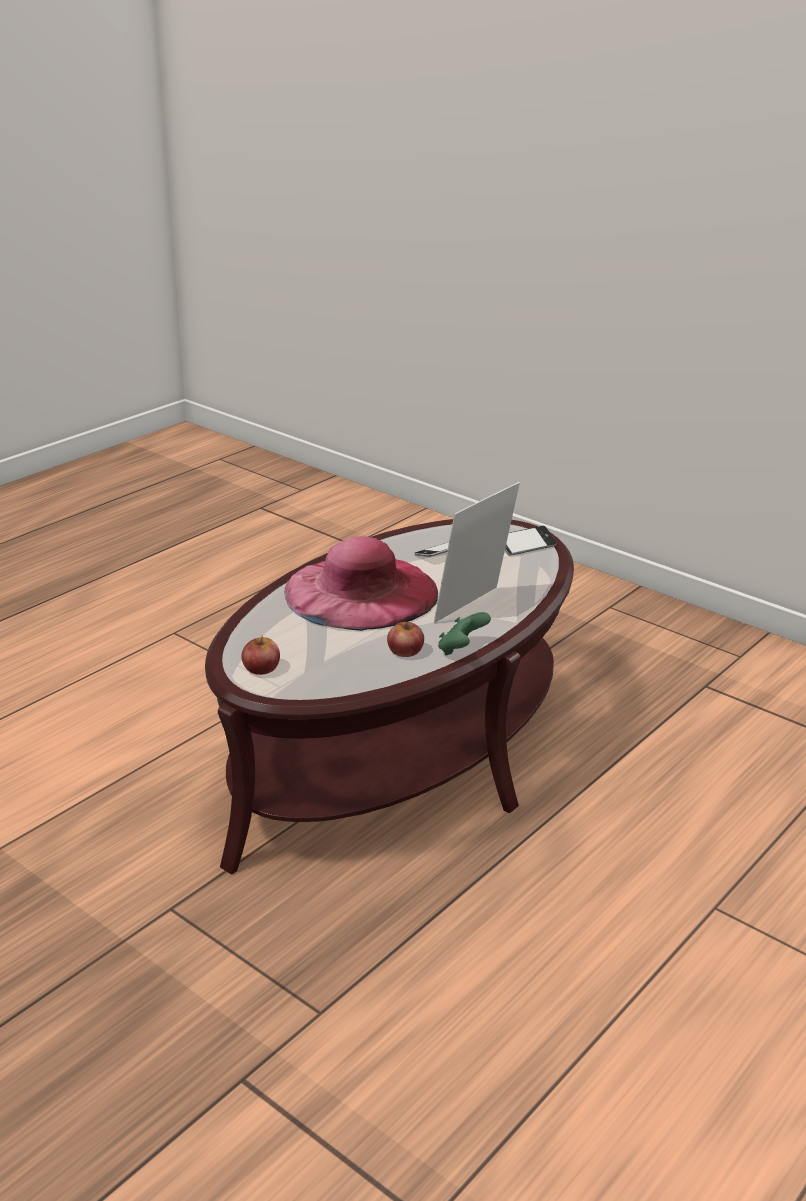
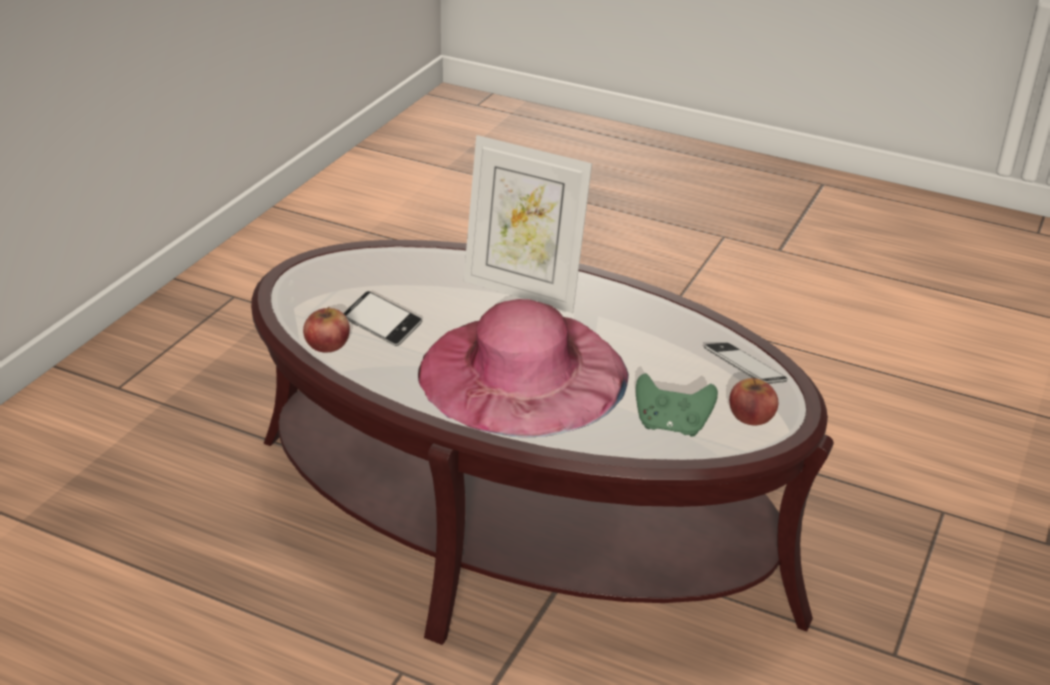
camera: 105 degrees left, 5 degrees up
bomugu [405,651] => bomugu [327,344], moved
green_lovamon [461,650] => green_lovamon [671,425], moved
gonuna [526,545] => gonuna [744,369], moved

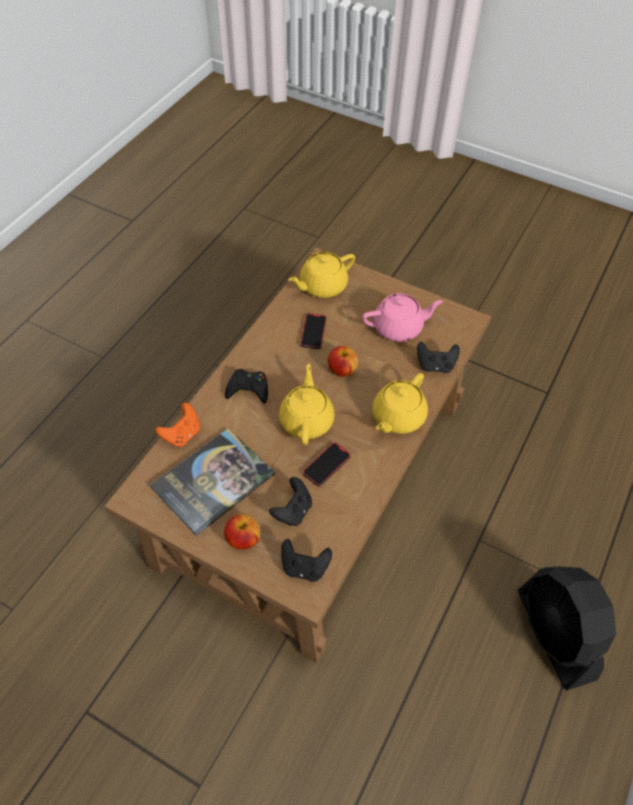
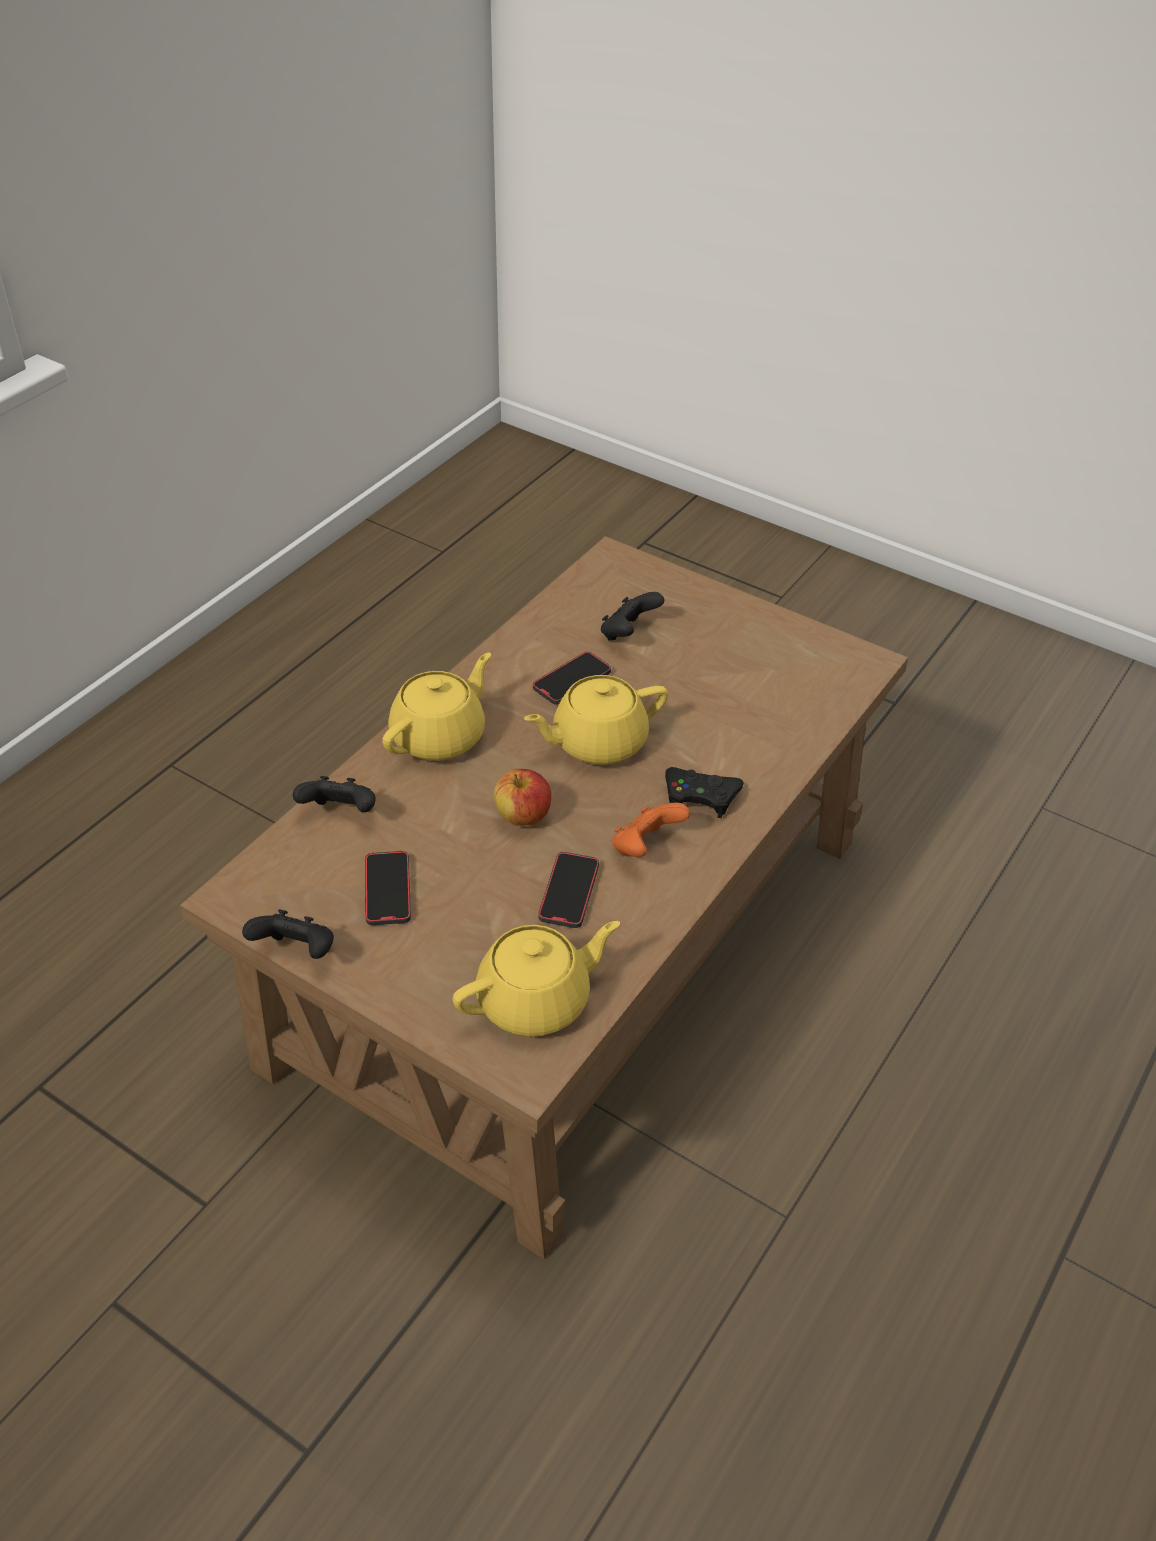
camera: 175 degrees left, 10 degrees down
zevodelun [213,481] => nothing
bomugu [243,539] => nothing
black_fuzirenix [555,635] => nothing
orange_lovamon [182,434] => orange_lovamon [645,847], moved
black_lovamon [304,567] => black_lovamon [296,952], moved
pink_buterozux [399,328] => gonuna [388,890]
yellow_buterozux [307,420] => yellow_buterozux [597,742], 60 degrees clockwise

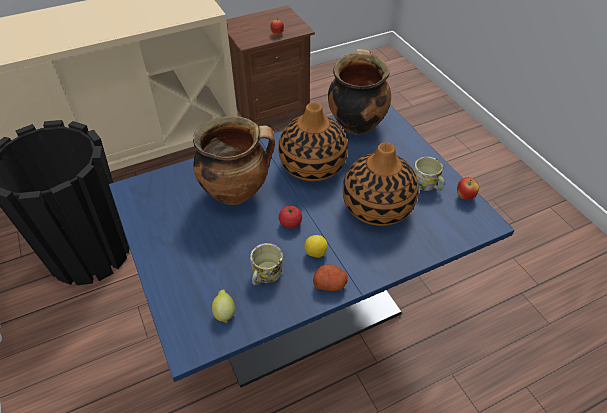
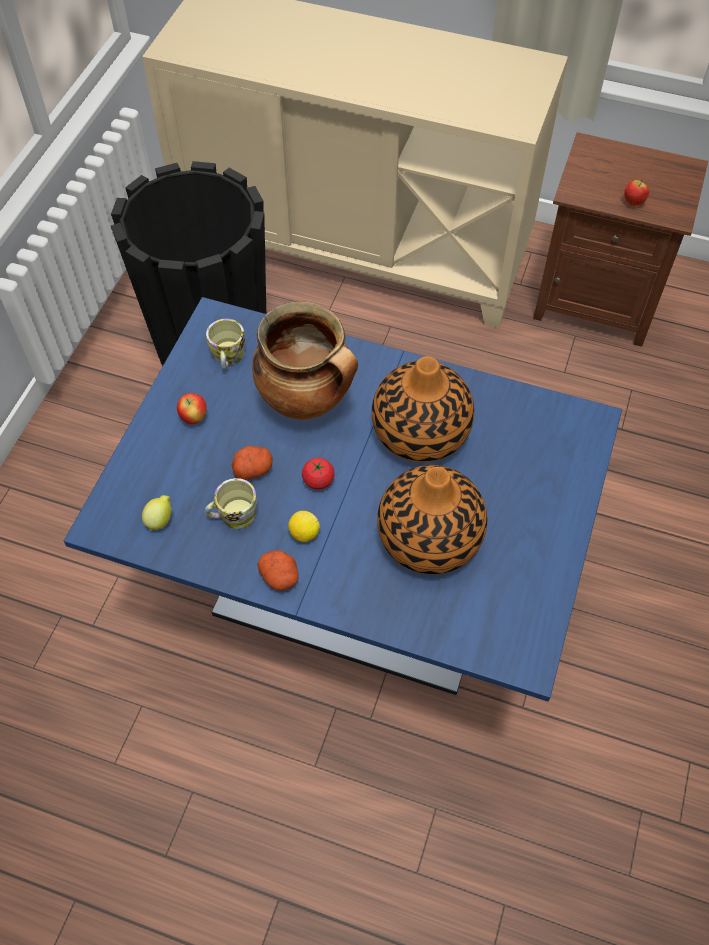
camera: 45 degrees right, 10 degrees up
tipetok [356,123] => nothing
nothing => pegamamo [253,469]
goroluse [427,185] => goroluse [227,357], moved
bomugu [465,196] => bomugu [194,418], moved

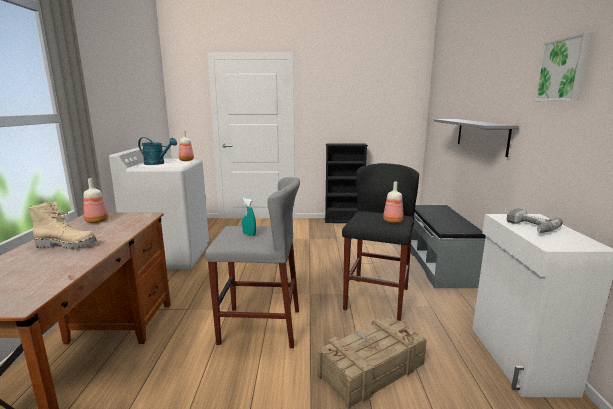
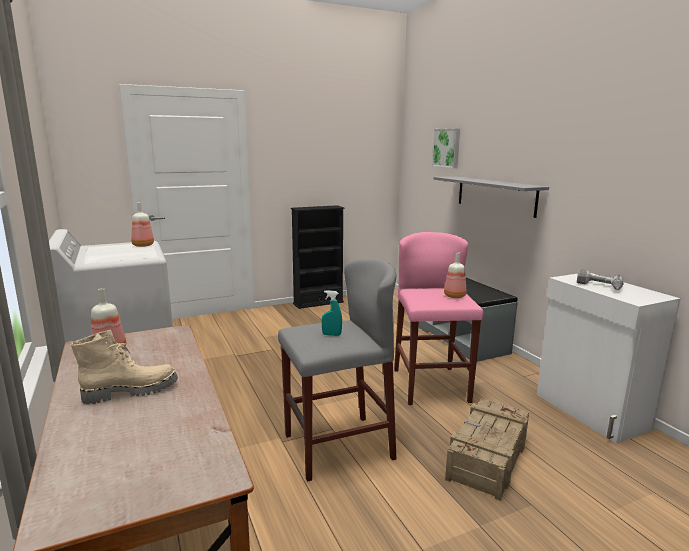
camera: 25 degrees left, 0 degrees up
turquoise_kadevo [157,163] => nothing
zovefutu [563,70] => zovefutu [447,148], moved
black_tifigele [376,298] => pink_tifigele [431,385]

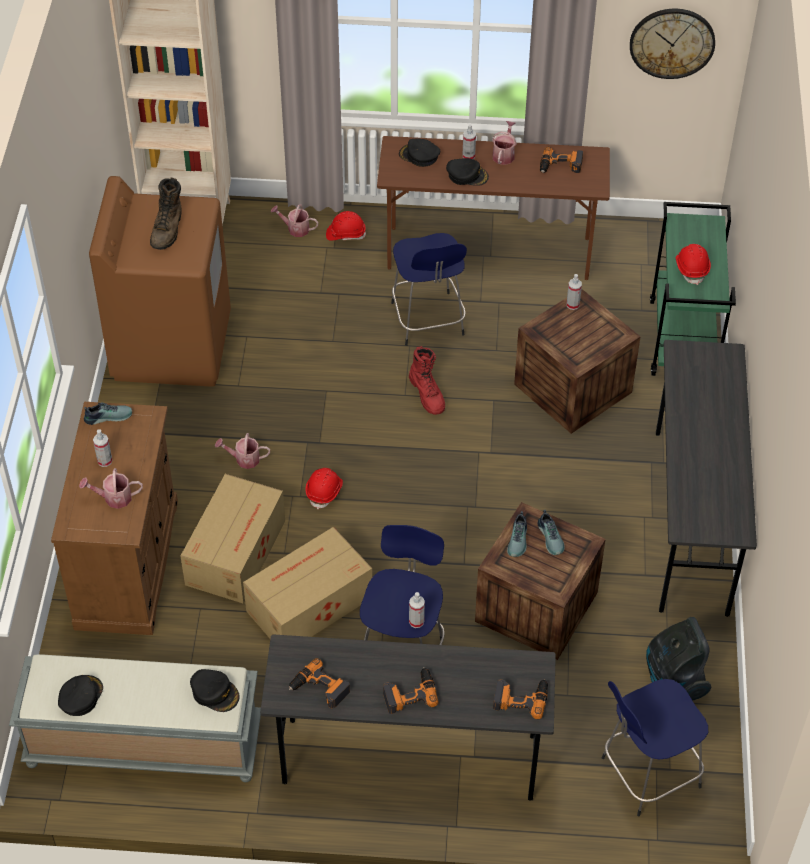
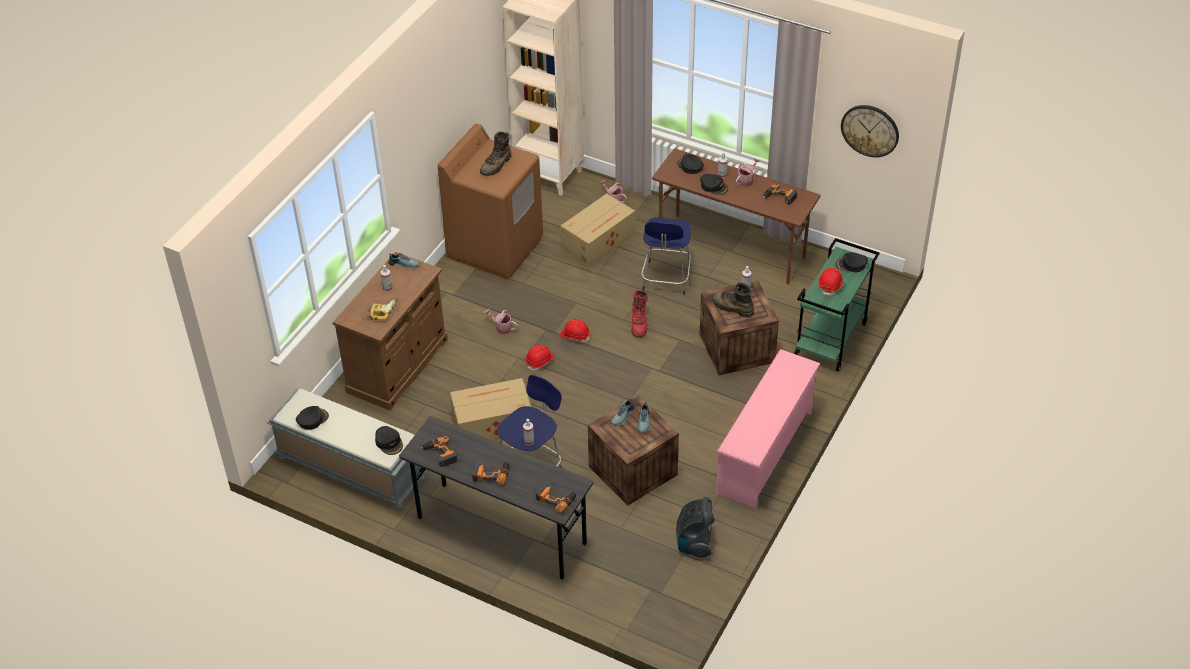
camera: 25 degrees right, 5 degrees down
blue_tifigele [647,774] => nothing
nothing => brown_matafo [732,308]
nothing => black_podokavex [851,265]
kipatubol [237,551] => kipatubol [599,241], moved
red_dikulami [345,234] => red_dikulami [575,335], moved
kadevo [114,498] => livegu [380,310]
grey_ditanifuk [691,522] => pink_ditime [766,453]

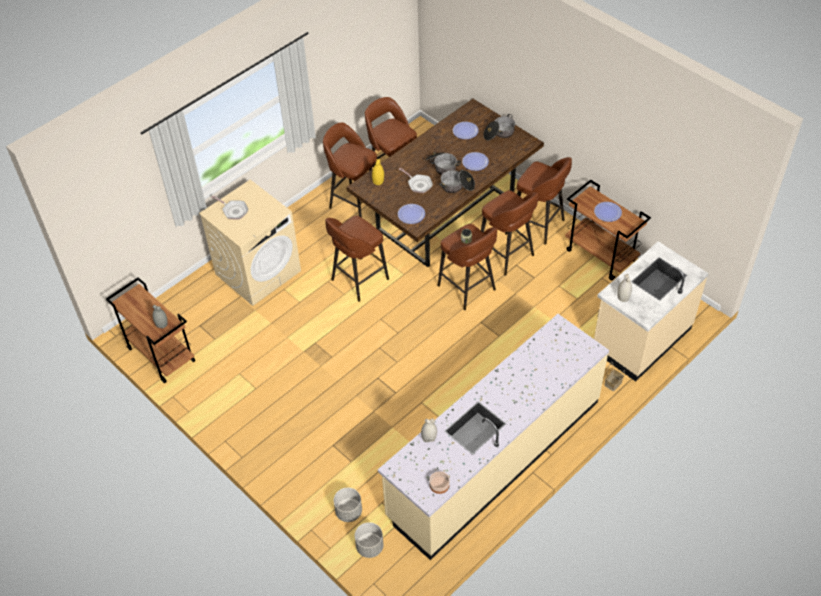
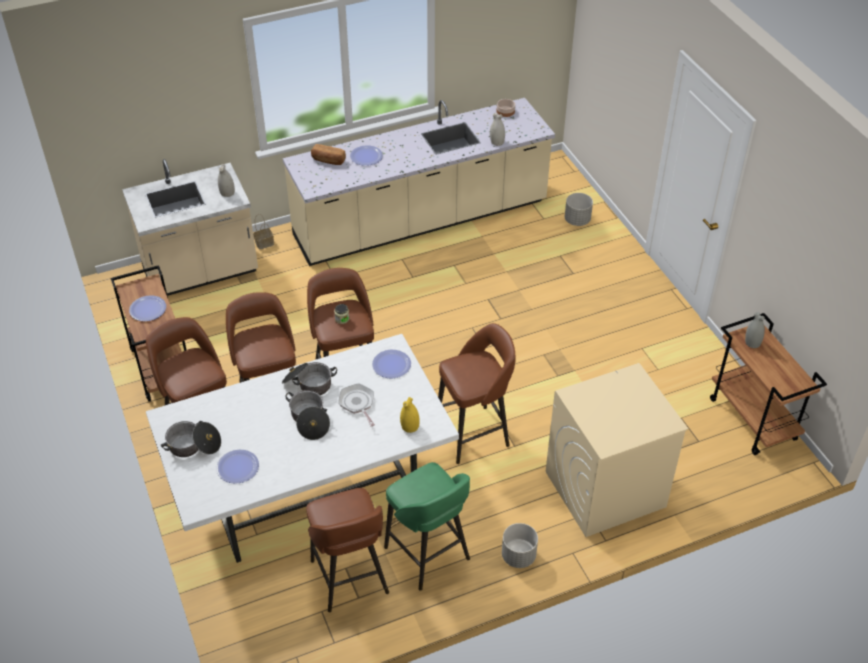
camera: 160 degrees left, 5 degrees down
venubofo [234,210] => nothing
nothing => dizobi [328,160]
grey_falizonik [369,546] => grey_falizonik [518,556], moved
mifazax [475,162] => mifazax [366,156], moved
brown_tifigele [354,202] => green_tifigele [428,555]
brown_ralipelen [446,214] => white_ralipelen [308,489]

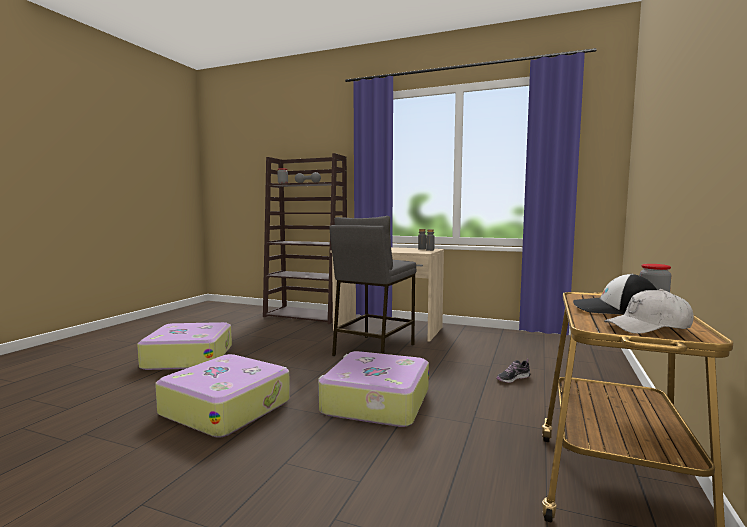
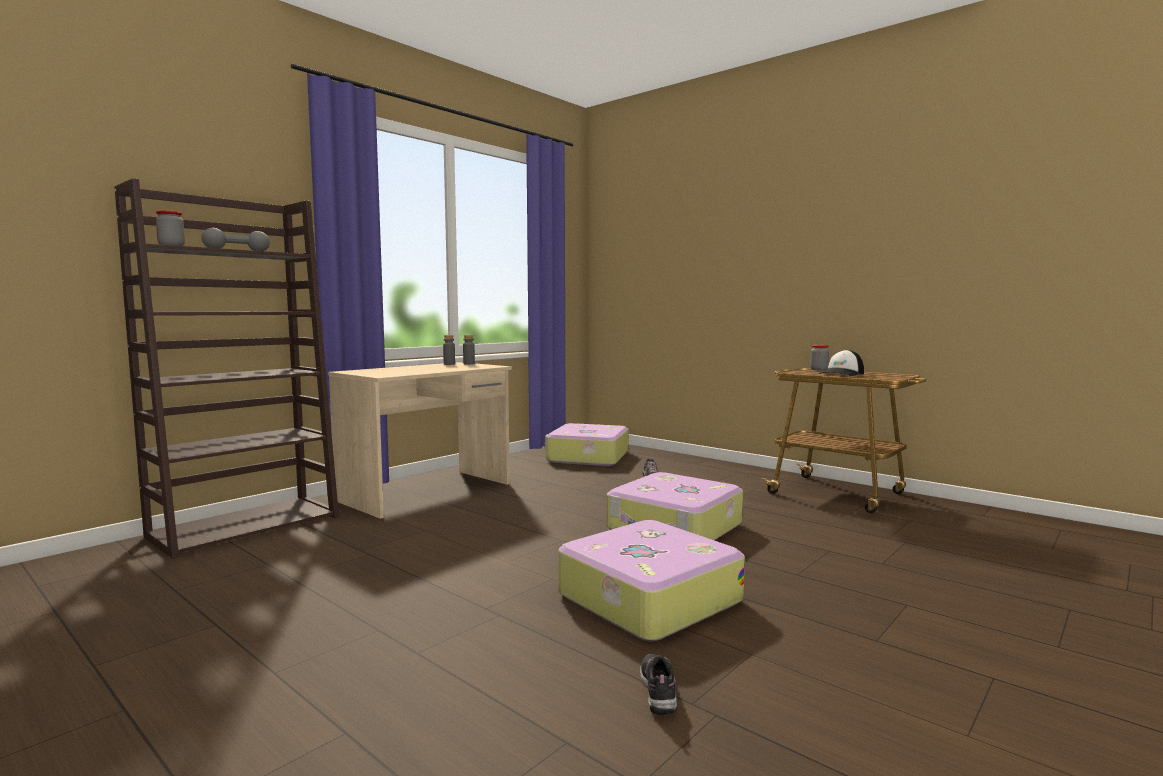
camera: 70 degrees left, 0 degrees up
grey_tifigele [373,350] => nothing
white_podokavex [648,327] => nothing
nothing => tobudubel [658,690]
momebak [188,357] => momebak [587,457], moved

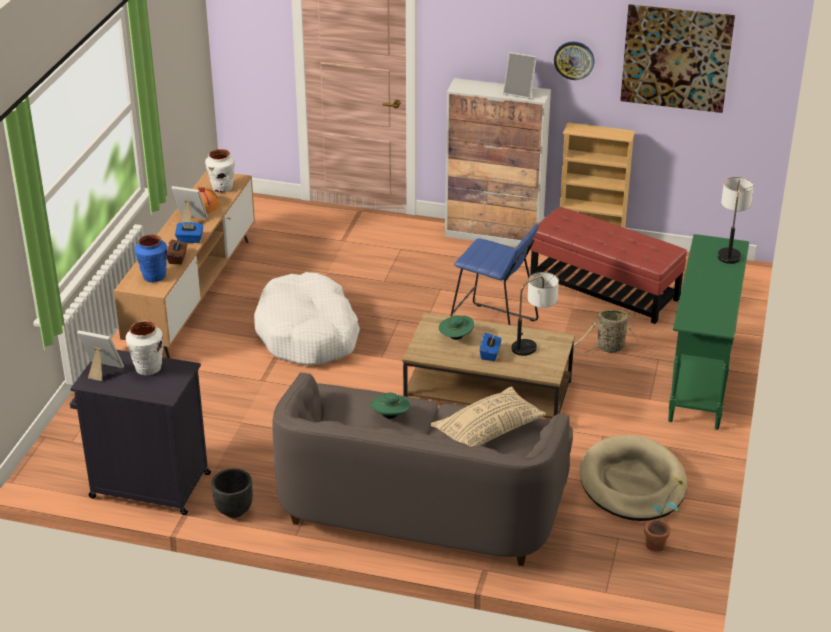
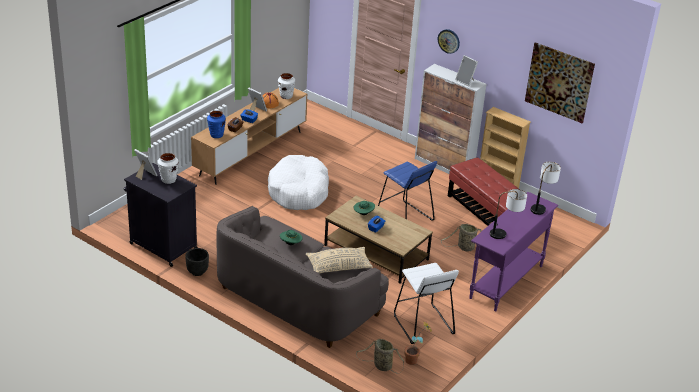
camera: 20 degrees right, 0 degrees up
nothing => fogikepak [381,366]
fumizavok [533,343] => fumizavok [505,233], moved
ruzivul [574,60] => ruzivul [449,41], moved
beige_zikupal [632,483] => white_tifigele [422,325]
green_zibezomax [700,381] => purple_zibezomax [505,282]

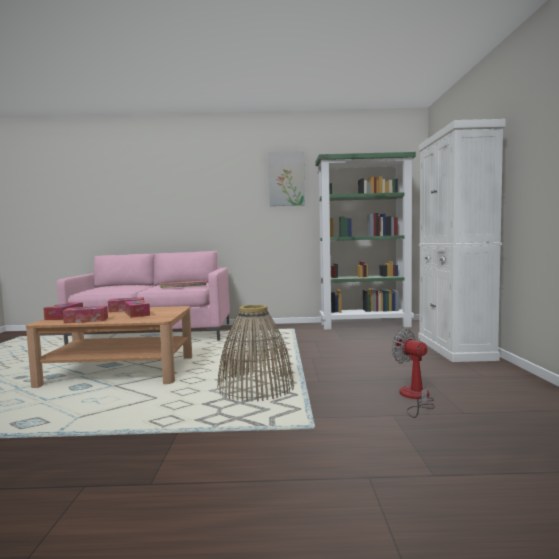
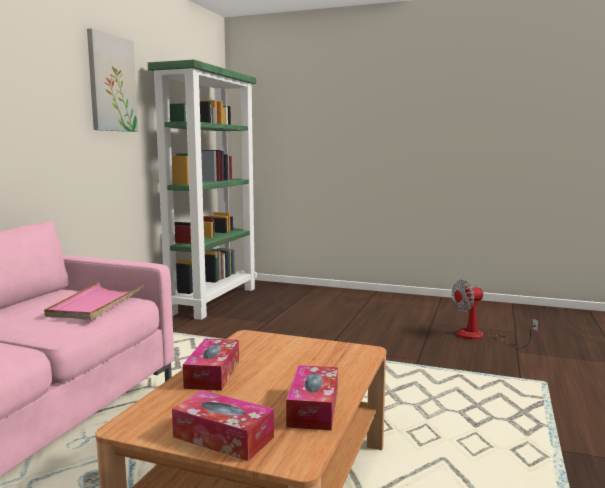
camera: 70 degrees left, 5 degrees up
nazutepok [137,314] => nothing
fogikepak [256,387] => nothing
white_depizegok [454,349] => nothing

